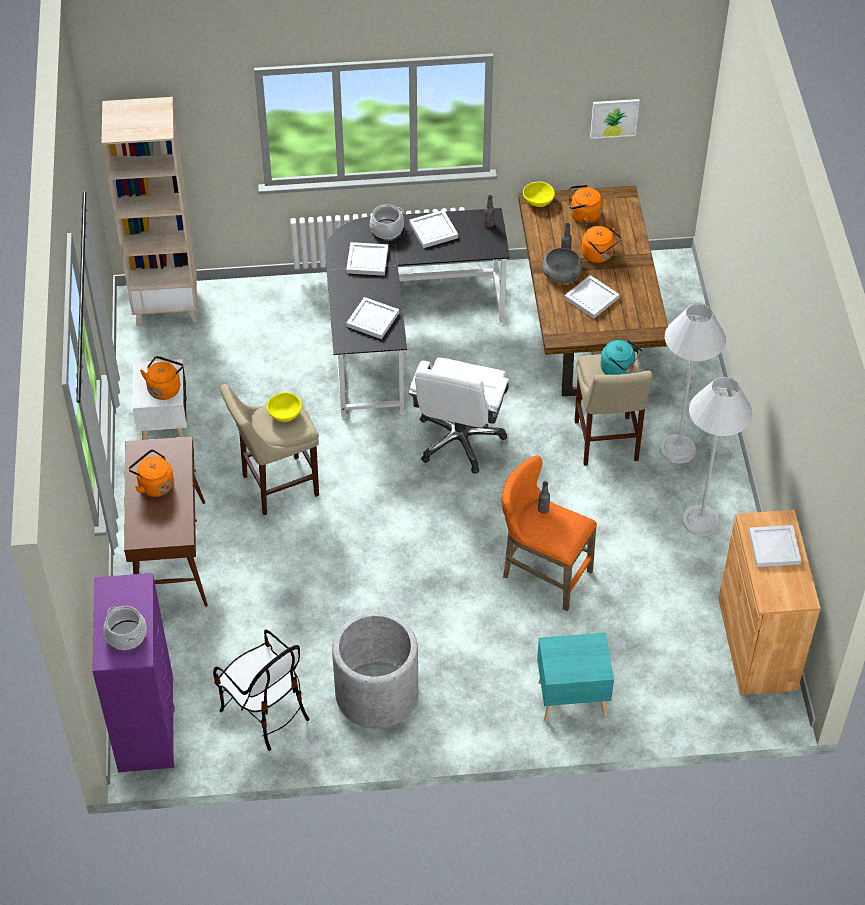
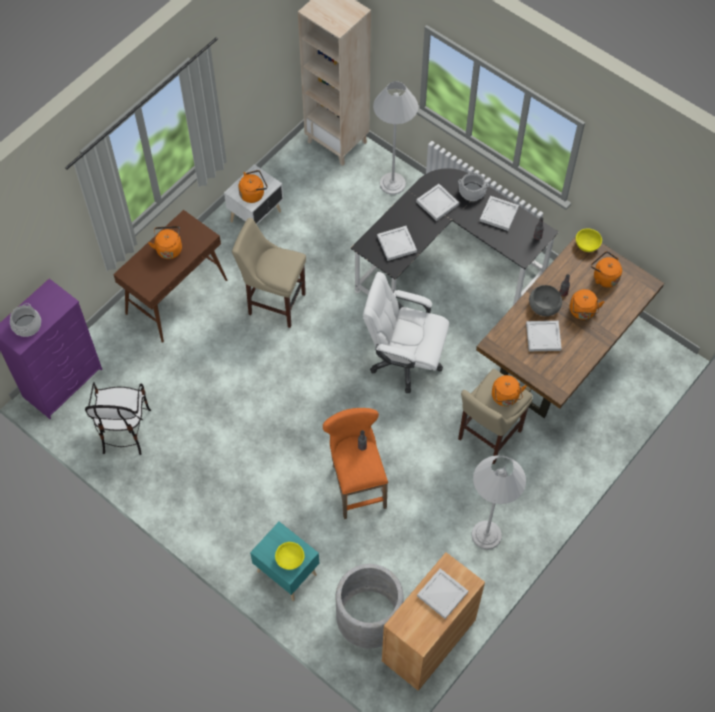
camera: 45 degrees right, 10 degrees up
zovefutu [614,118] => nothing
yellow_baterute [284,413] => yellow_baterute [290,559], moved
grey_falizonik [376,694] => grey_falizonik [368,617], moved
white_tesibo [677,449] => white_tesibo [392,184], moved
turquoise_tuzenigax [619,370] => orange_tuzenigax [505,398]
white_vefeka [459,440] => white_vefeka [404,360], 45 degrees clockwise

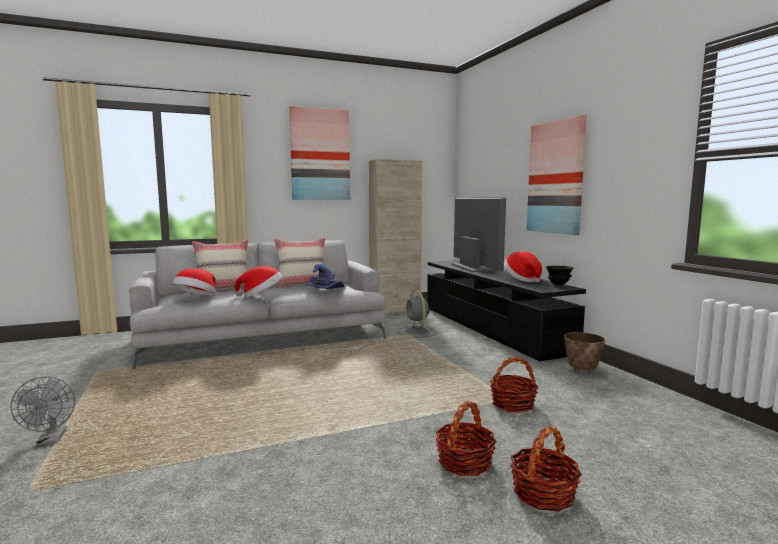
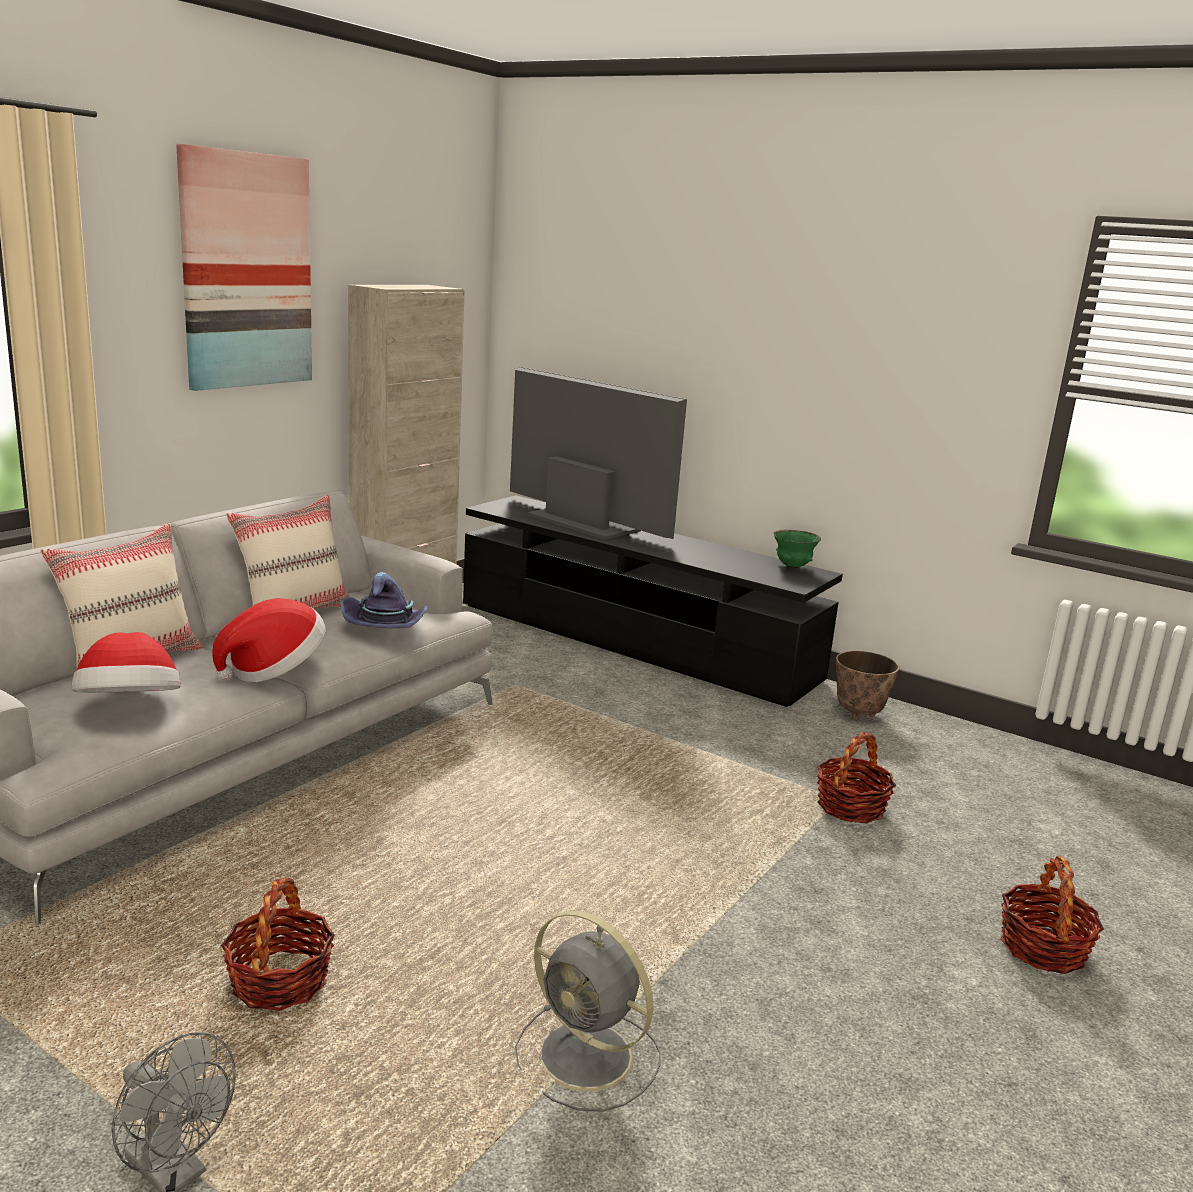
camera: 35 degrees left, 10 degrees up
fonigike [522,279] => nothing
zovefutu [556,177] => nothing
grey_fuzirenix [417,332] => grey_fuzirenix [589,1058], moved
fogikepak [464,462] => fogikepak [279,981], moved
black_baterute [558,285] => green_baterute [793,566]

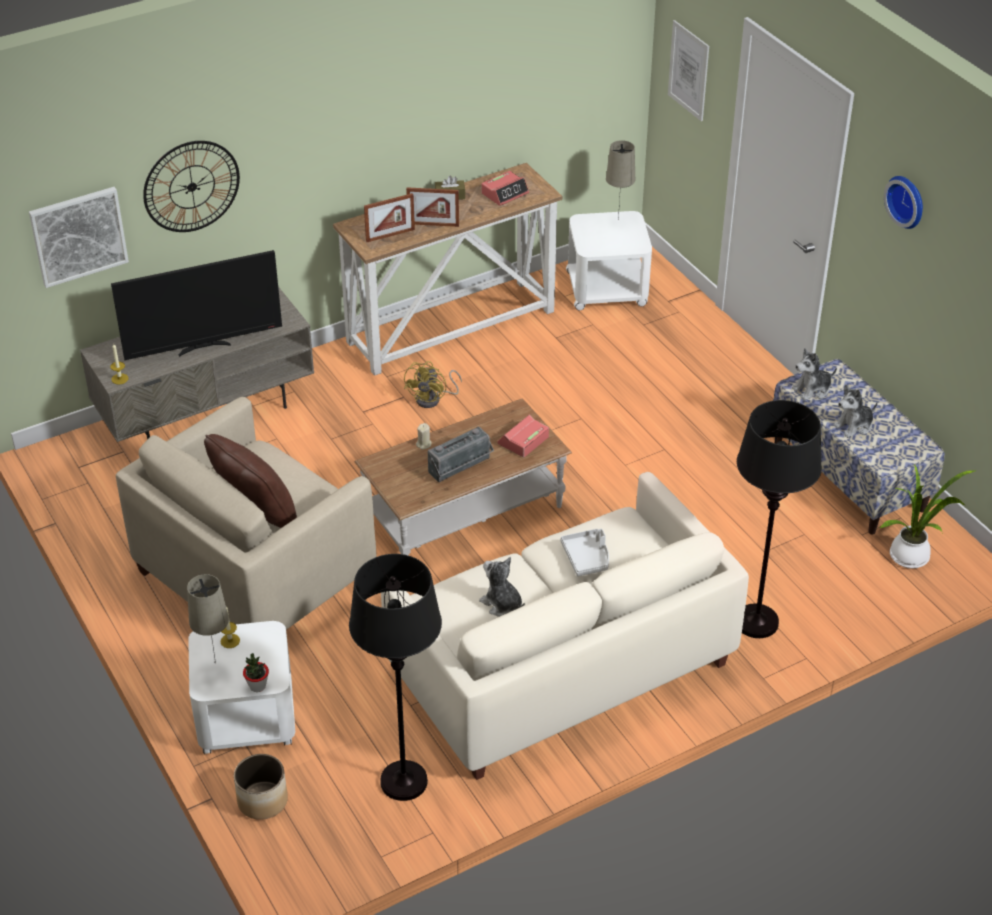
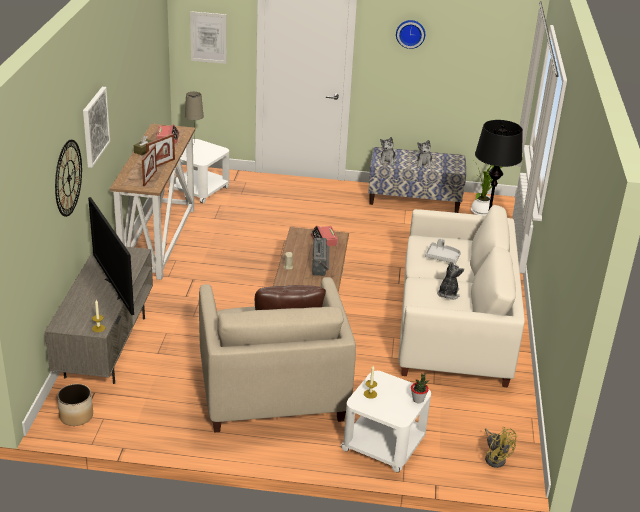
camera: 55 degrees left, 10 degrees down
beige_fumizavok [216,668] => nothing
black_tesibo [403,782] => nothing
zovefutu [78,236] => zovefutu [95,126], moved
falizonik [262,801] => falizonik [76,416], moved
yellow_fuzirenix [433,399] => yellow_fuzirenix [495,457], moved
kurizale [204,347] => kurizale [115,288], 135 degrees clockwise
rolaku [502,604] => rolaku [448,294], 120 degrees clockwise

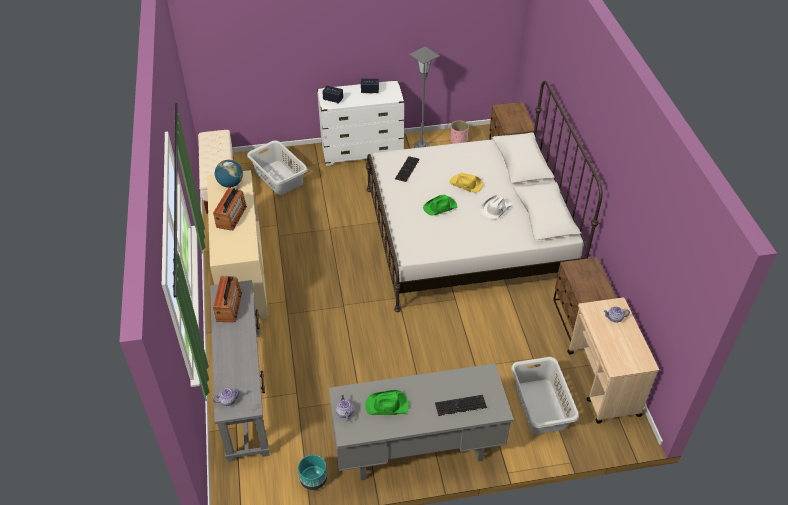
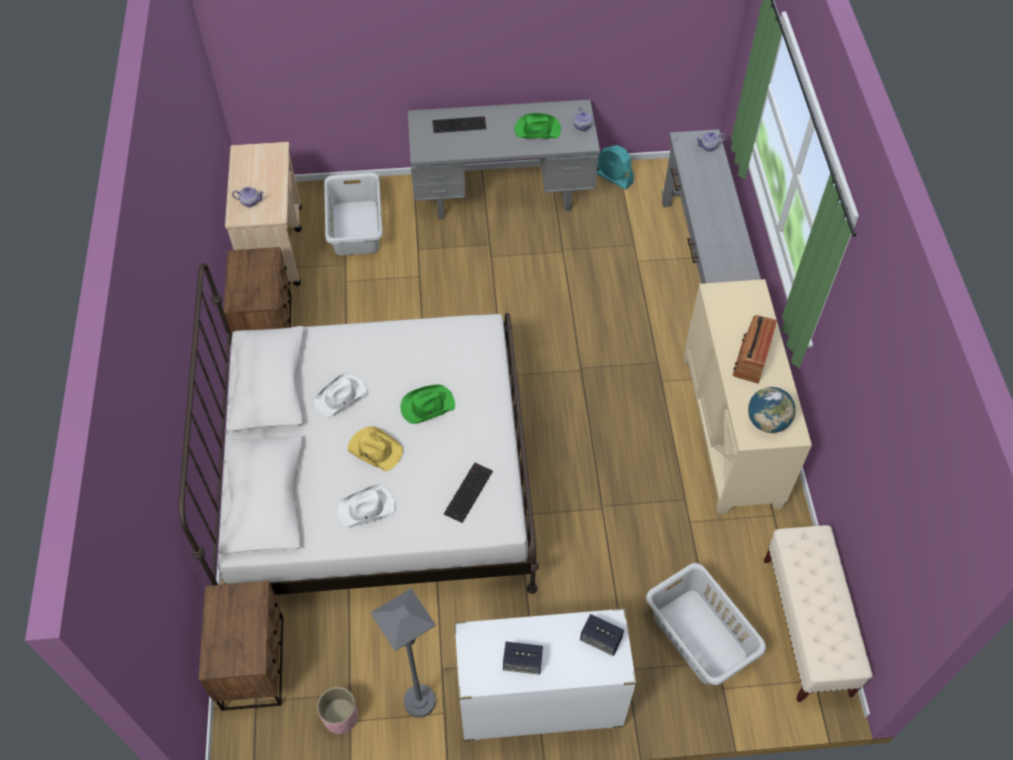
camera: 175 degrees left, 10 degrees up
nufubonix [229,306] => nothing
nothing => white_fonigike [367,509]
turquoise_falizonik [313,479] => turquoise_fuzirenix [613,177]

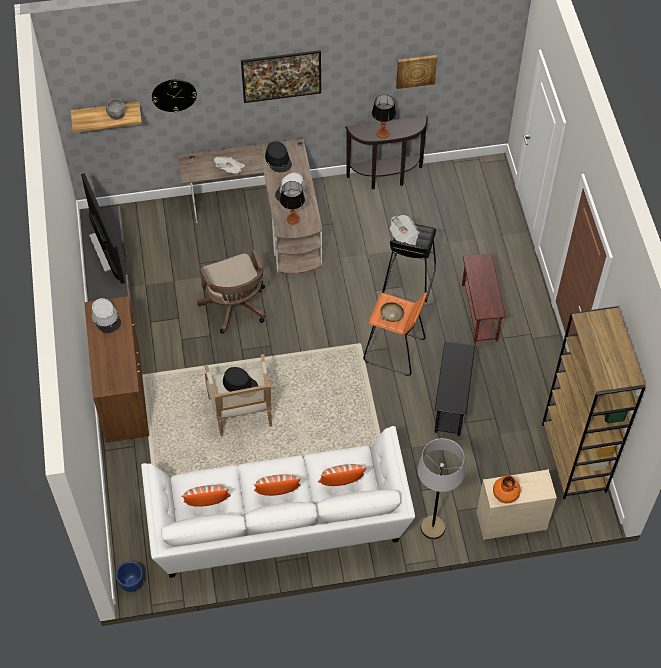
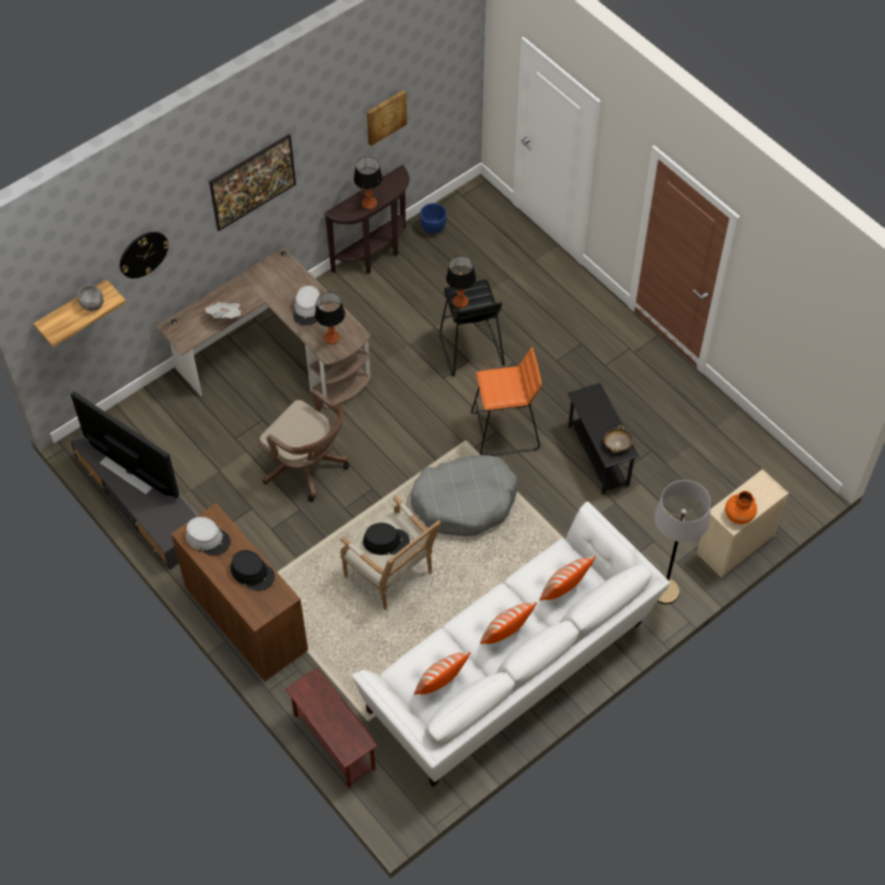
camera: 30 degrees left, 0 degrees up
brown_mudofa [574,458] => nothing
nothing => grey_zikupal [465,501]
blue_falizonik [131,583] => blue_falizonik [433,229], moved
black_fonigike [278,160] => black_fonigike [252,573], moved
beige_baterute [391,316] => beige_baterute [617,445], moved
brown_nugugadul [479,313] => brown_nugugadul [334,743], moved
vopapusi [404,236] => fumizavok [460,301]

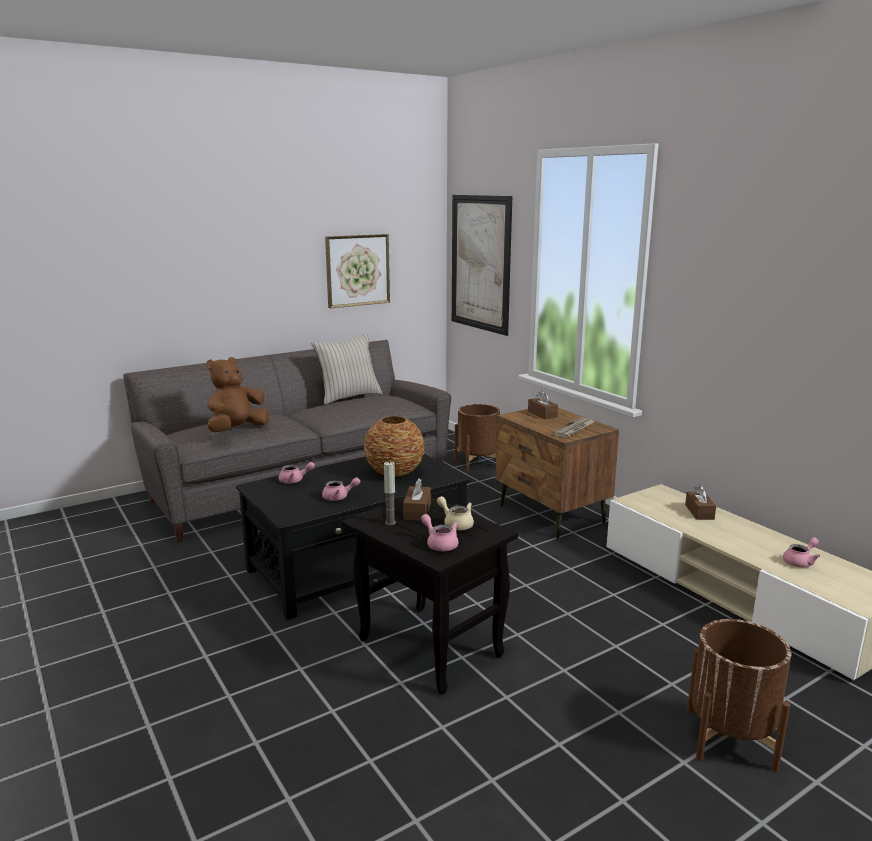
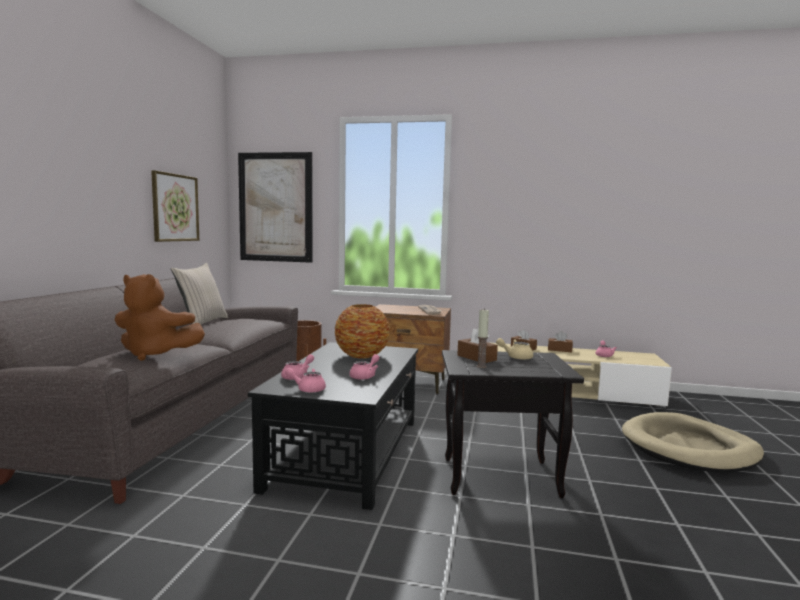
camera: 45 degrees left, 10 degrees down
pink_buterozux [440,544] => pink_buterozux [307,389], moved
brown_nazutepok [542,414] => brown_nazutepok [559,350], moved
brown_falizonik [730,738] => beige_zikupal [689,448]
brown_rolaku [237,430] => brown_rolaku [155,354], 75 degrees counterclockwise

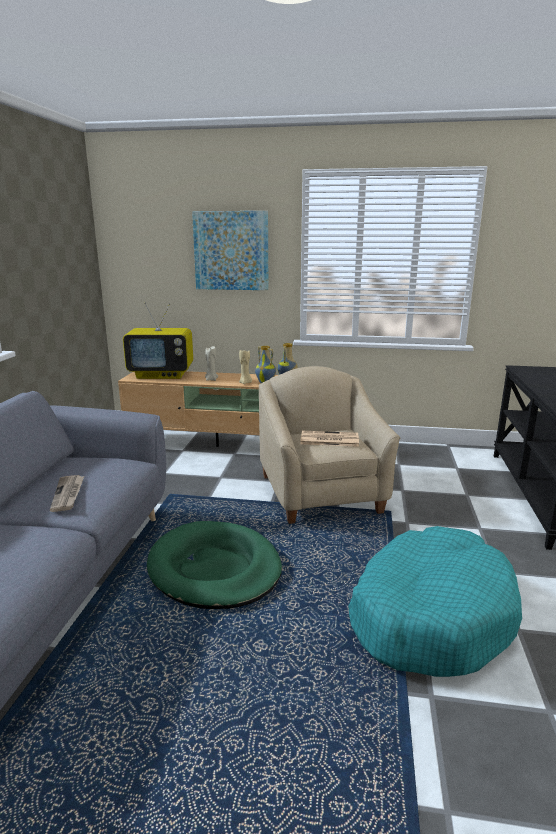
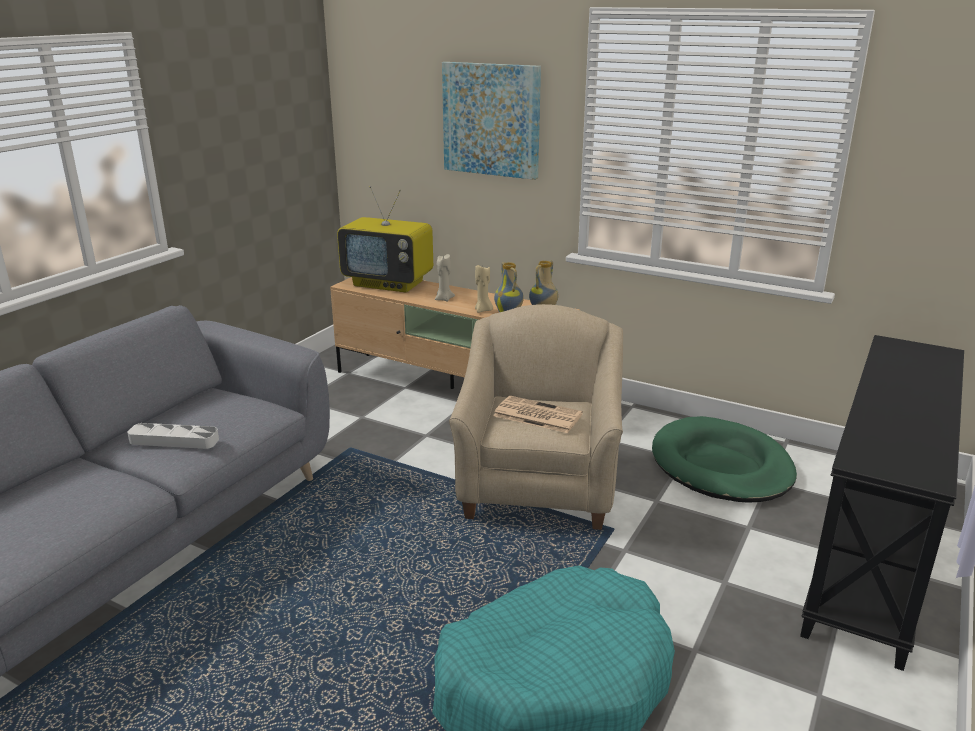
camera: 20 degrees right, 5 degrees up
green_zikupal [214,569] => green_zikupal [721,466], moved
vopapusi [68,494] => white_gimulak [174,440]

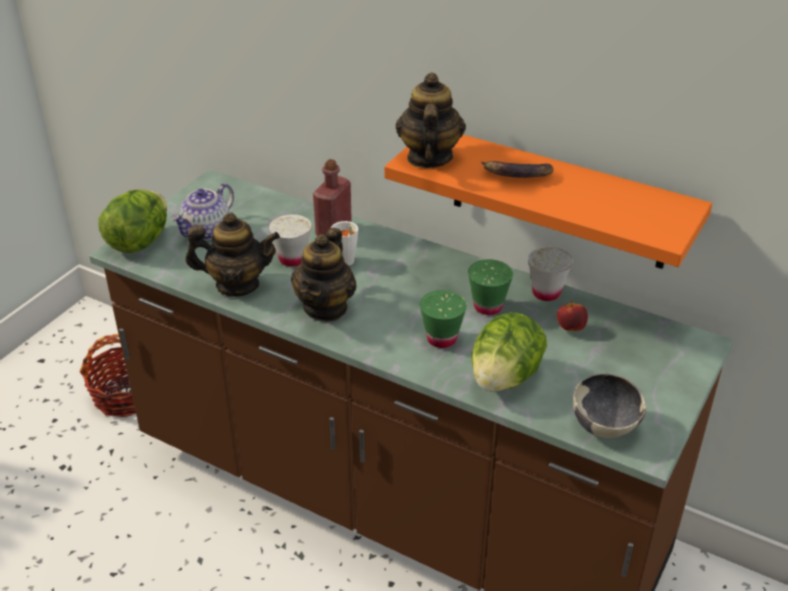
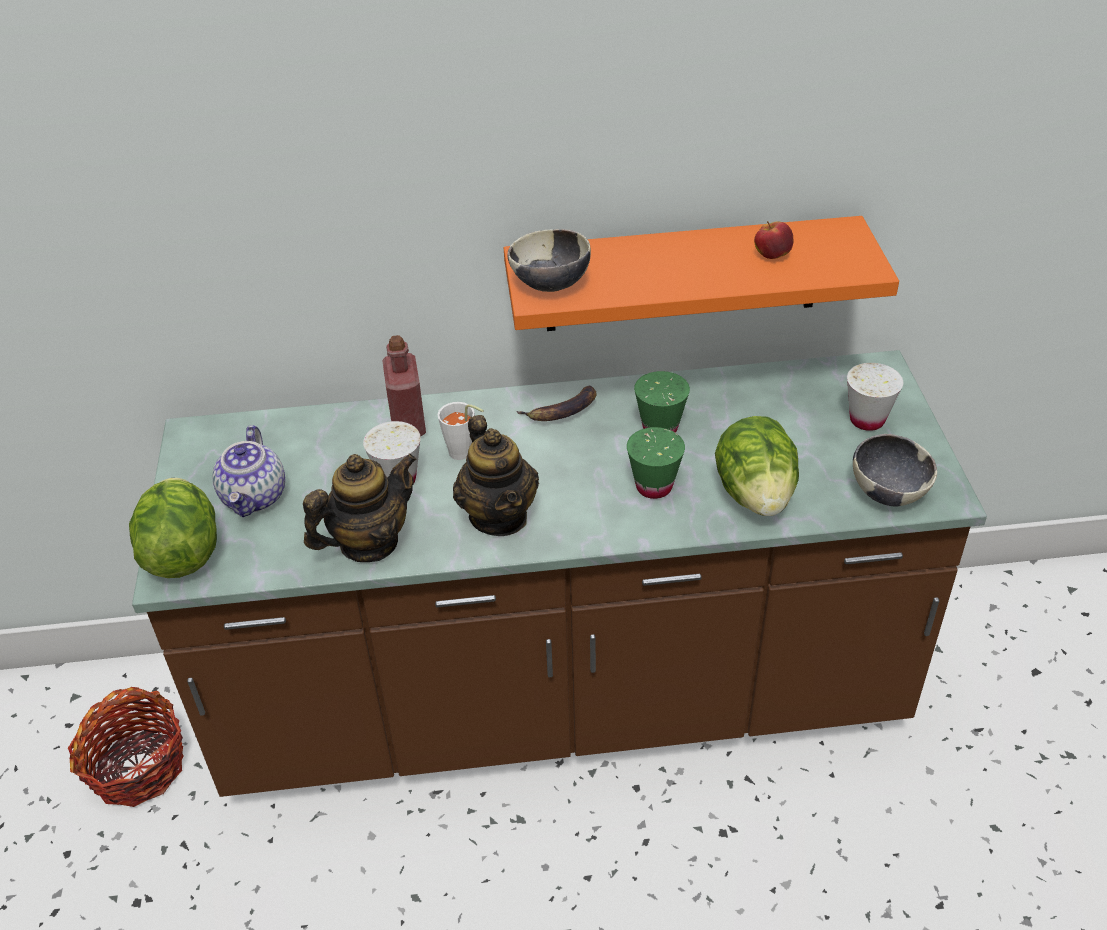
camera: 35 degrees left, 5 degrees up
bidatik [516,174] => bidatik [562,411], moved
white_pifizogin [546,293] => white_pifizogin [867,420], moved
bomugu [570,328] => bomugu [772,255], moved
buterozux [429,158] => baterute [550,285]

